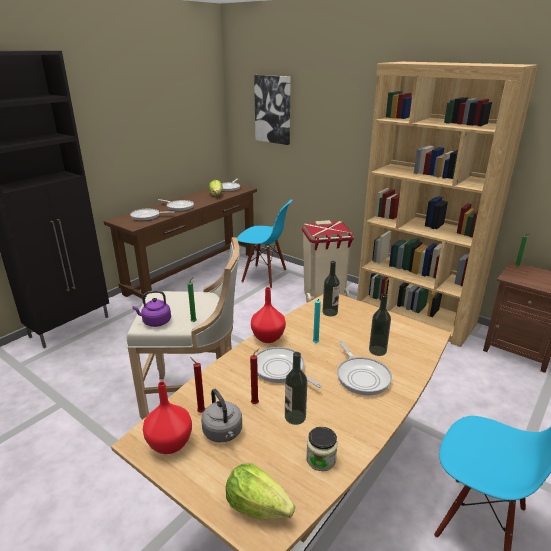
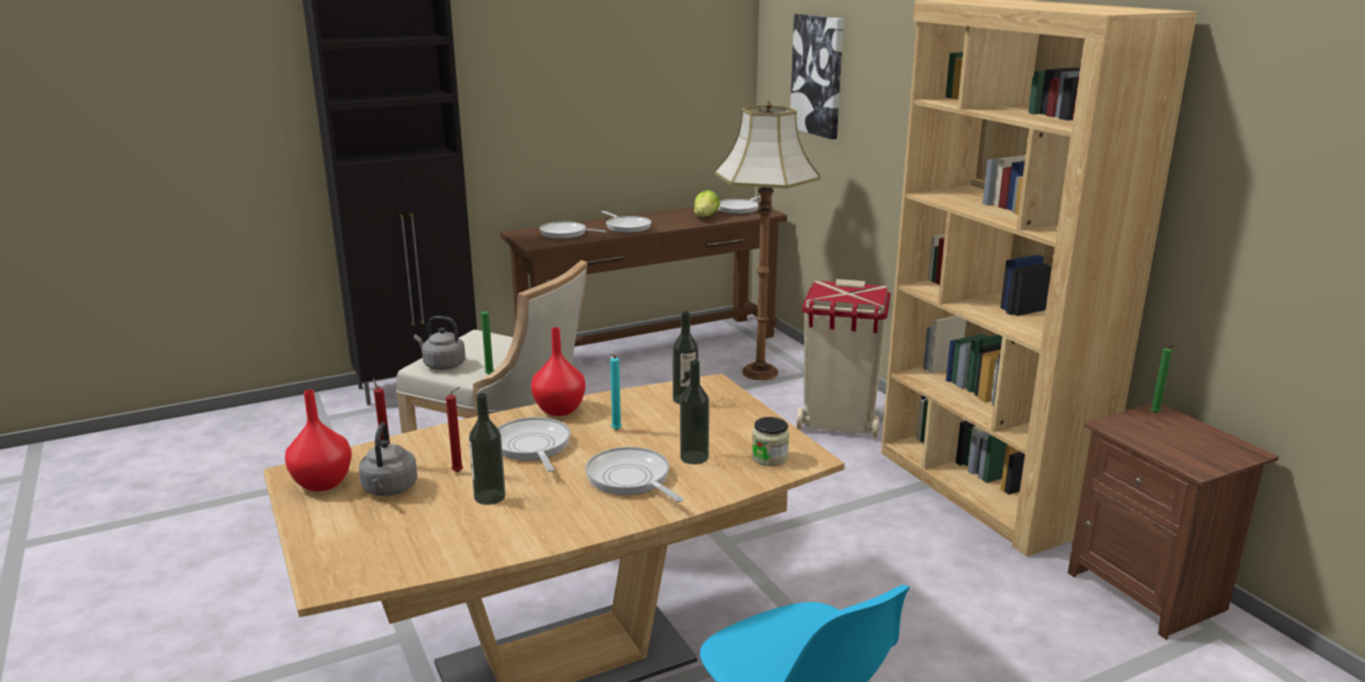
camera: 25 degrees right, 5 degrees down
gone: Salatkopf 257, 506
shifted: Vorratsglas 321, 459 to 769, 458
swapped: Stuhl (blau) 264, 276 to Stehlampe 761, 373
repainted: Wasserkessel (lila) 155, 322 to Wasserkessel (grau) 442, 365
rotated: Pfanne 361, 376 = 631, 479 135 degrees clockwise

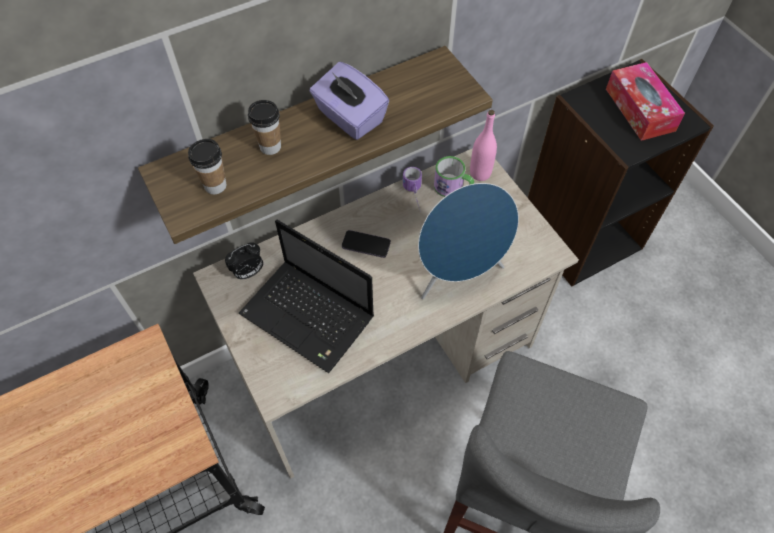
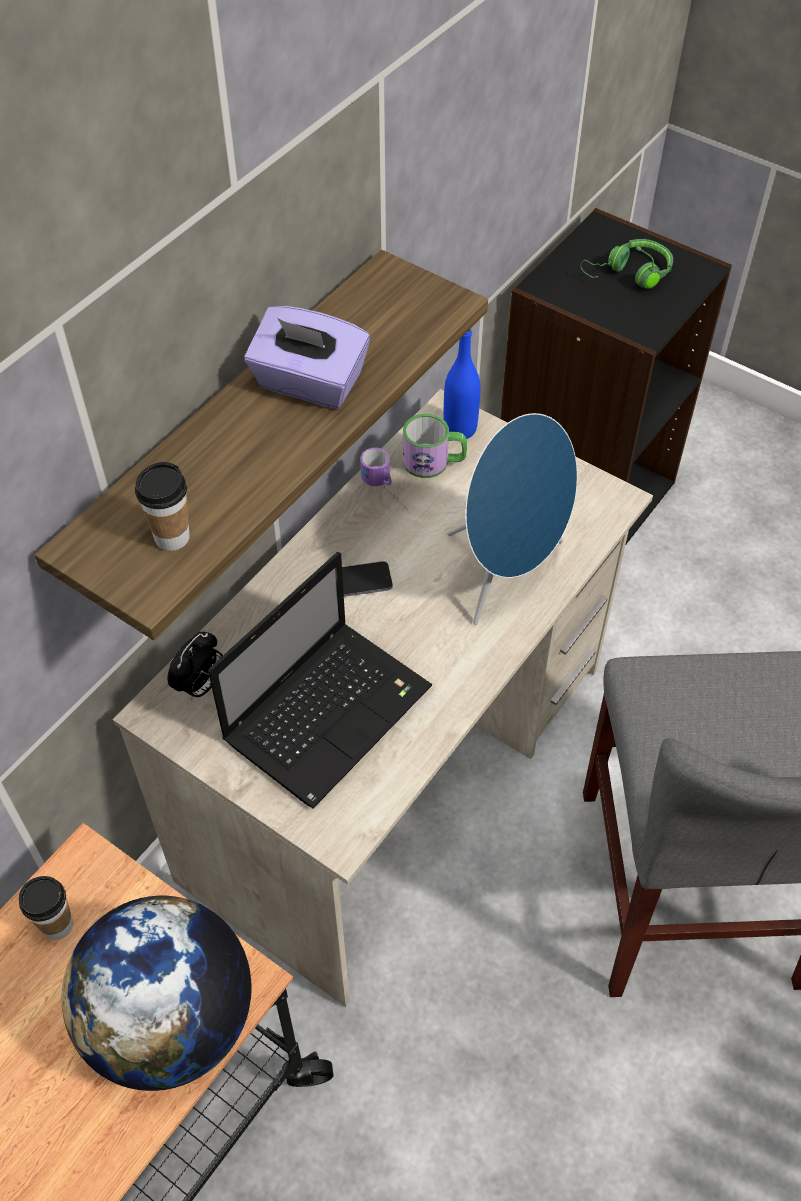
camera: 25 degrees left, 5 degrees down
new: Globus 171, 1021
shifted: Tasse 270, 147 to 57, 925
swapped: Taschentuchbox 640, 109 to Kopfhörer (grün) 630, 274
repainted: Flasche (rosa) 480, 173 to Flasche (blau) 460, 429
rotated: Laptop 310, 317 = 330, 710 60 degrees counterclockwise

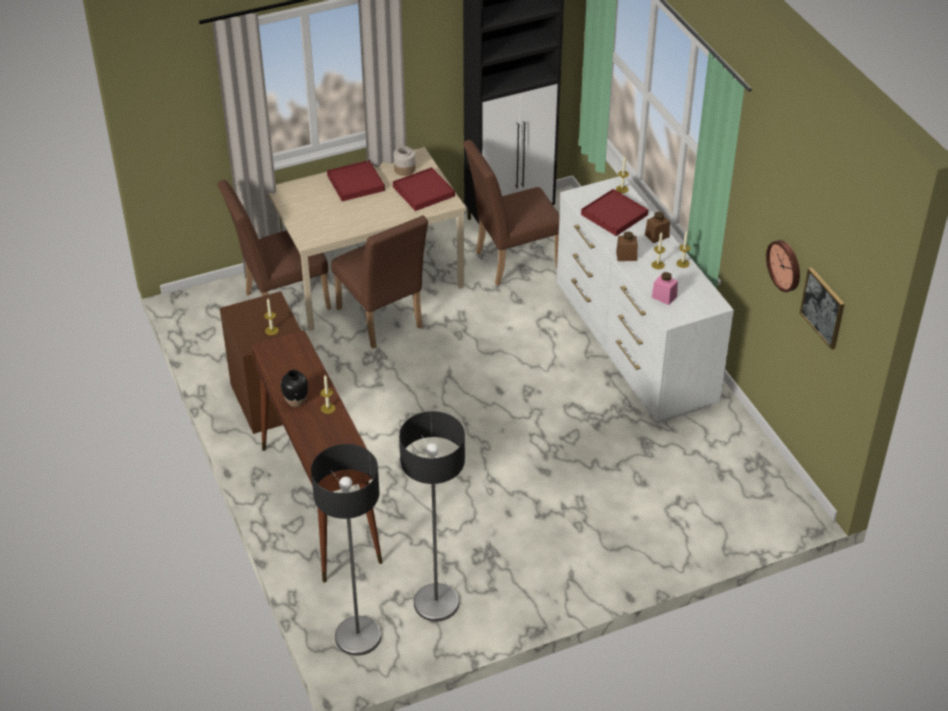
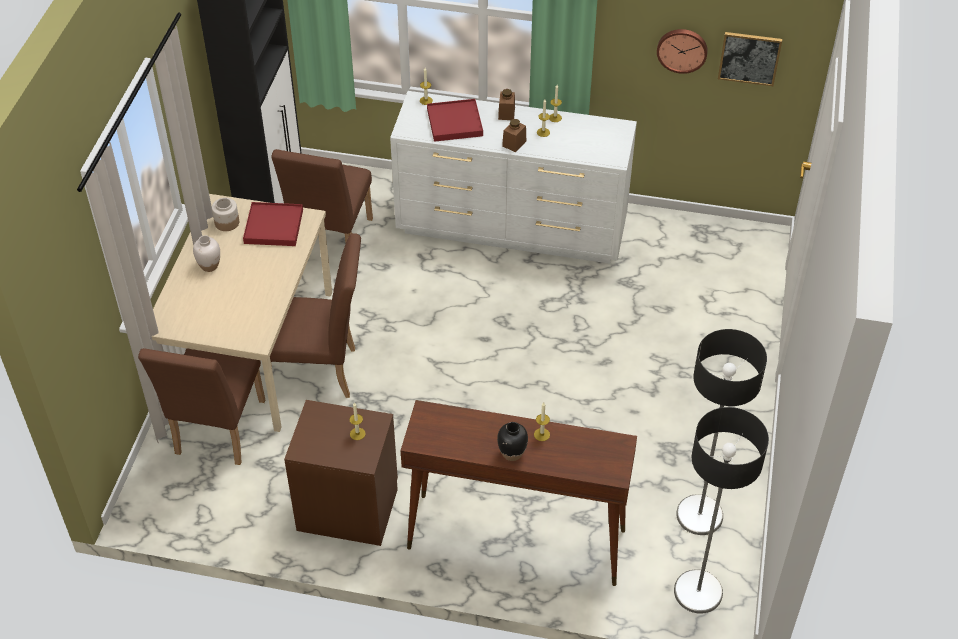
camera: 55 degrees left, 5 degrees up
gone: Vorratsglas (rosa) 664, 297
swapped: Tablett (rot) 356, 183 to Vase (weiß) 209, 266

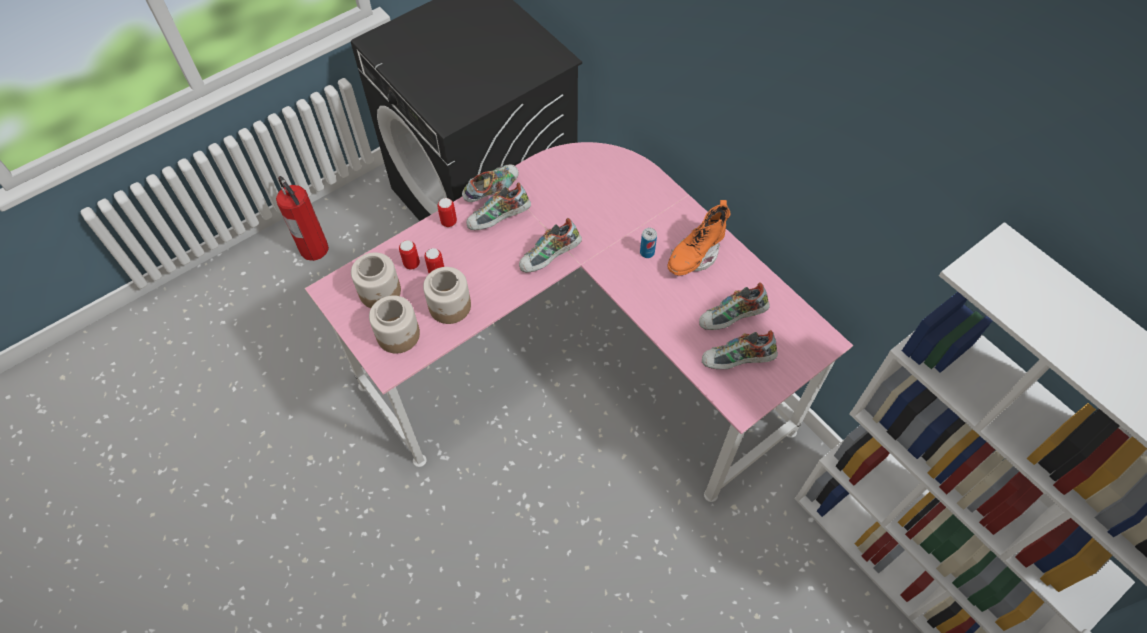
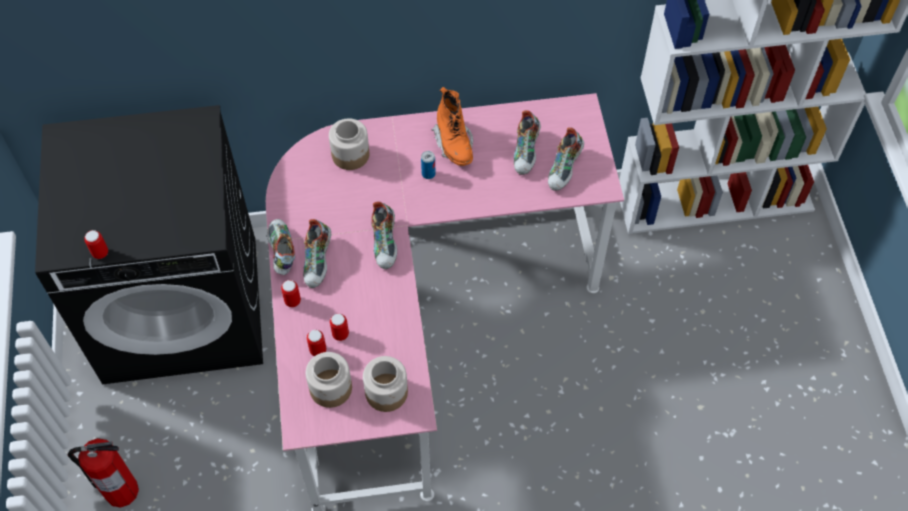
camera: 60 degrees left, 0 degrees up
new: Dose 100, 253
shifted: Vorratsglas 450, 306 to 351, 155

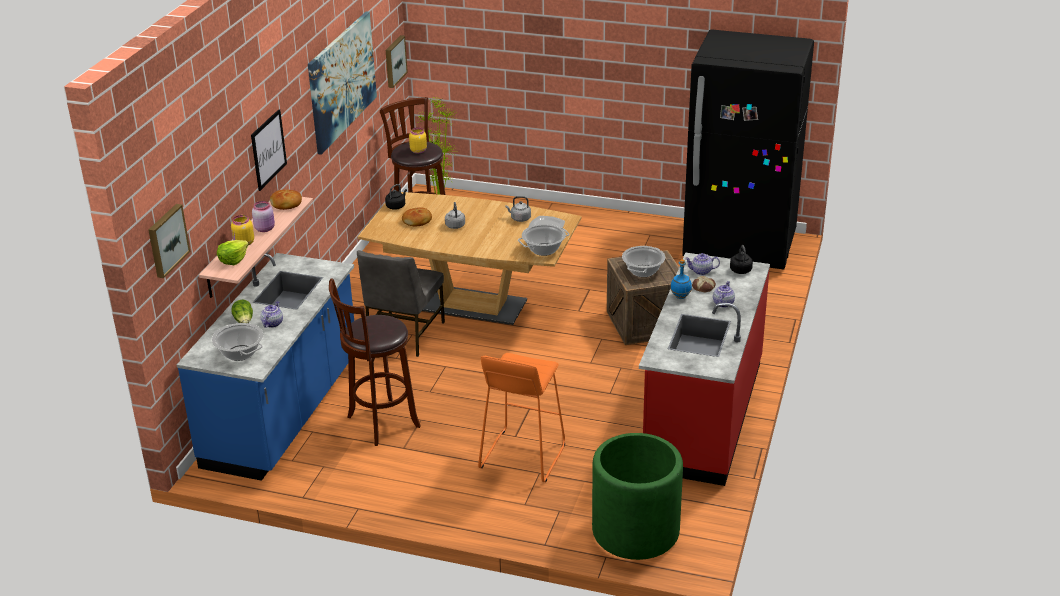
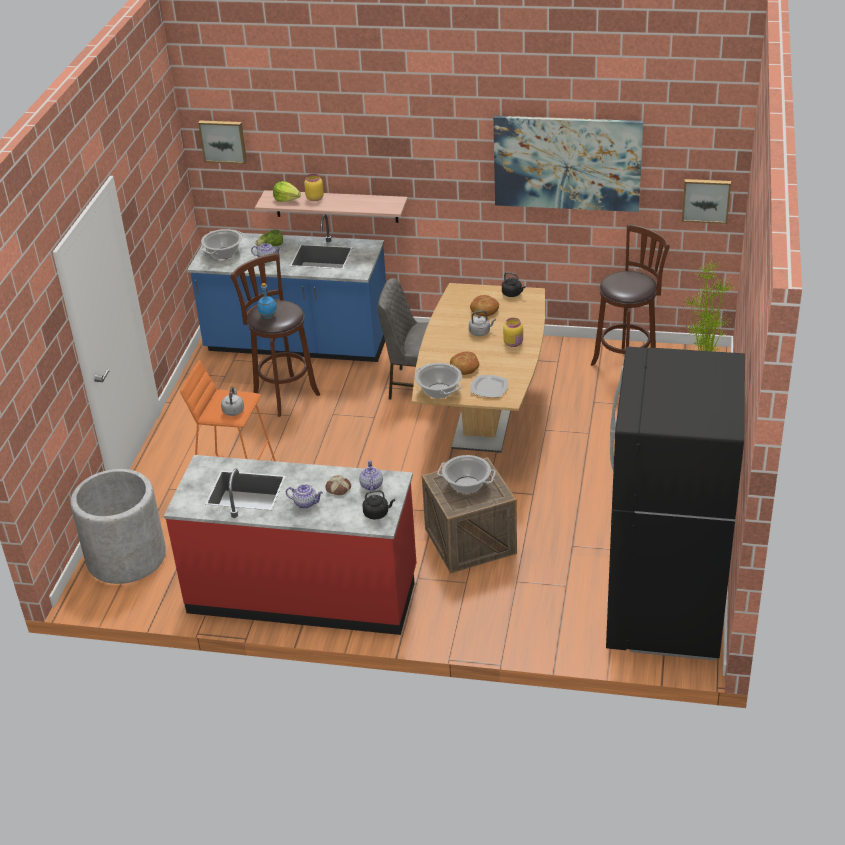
camera: 85 degrees right, 5 degrees up
gone: Bild 268, 149; Vorratsglas (rosa) 265, 228
shifted: Brot 286, 204 to 464, 367; Vorratsglas (gelb) 418, 150 to 514, 343; Wasserkessel (grau) 519, 218 to 233, 410; Flasche (blau) 681, 297 to 268, 317
repainted: Pflanzkübel (grün) 636, 531 to Pflanzkübel (grau) 126, 557

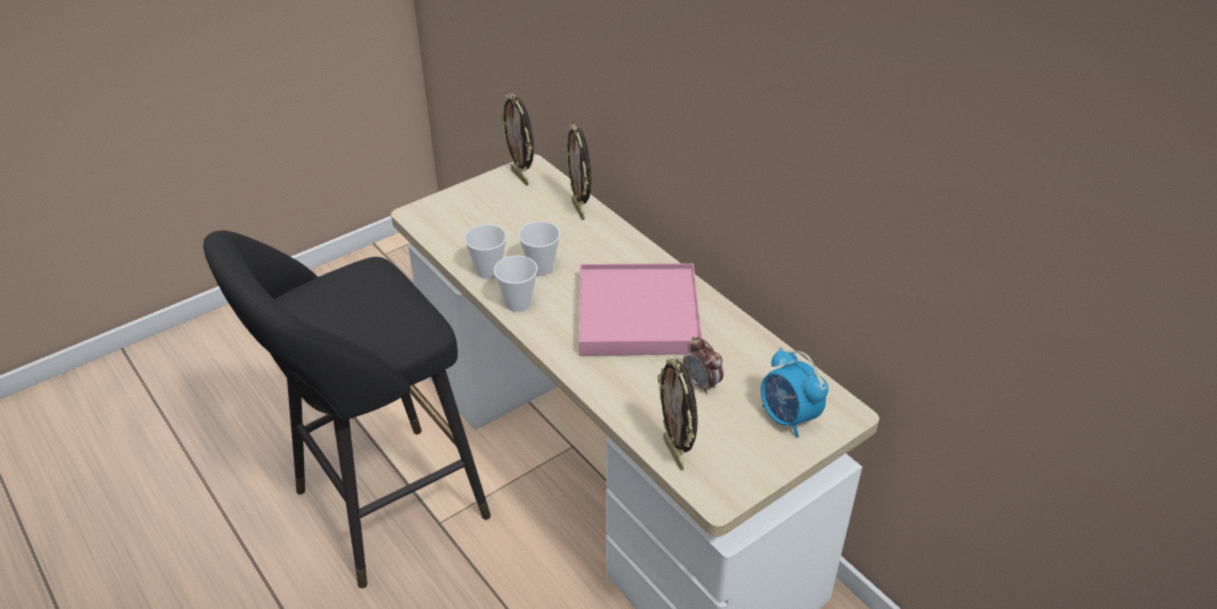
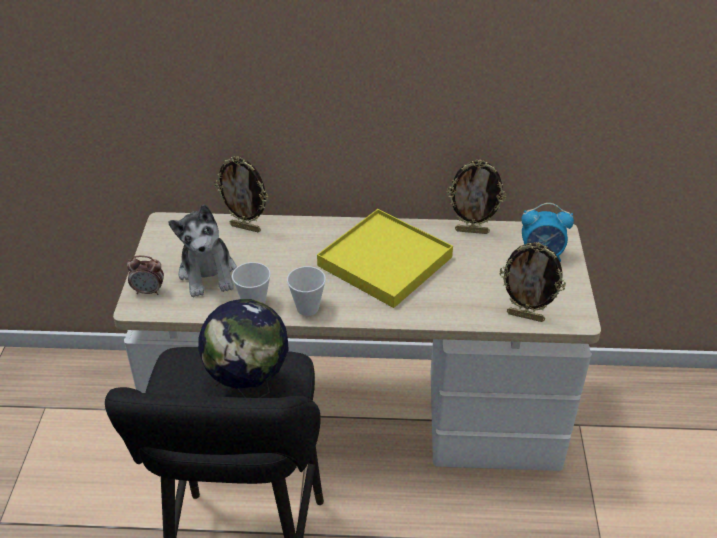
camera: 50 degrees left, 0 degrees up
gone: Tasse 541, 268
new: Plüschtier 208, 273; Globus 249, 389
shifted: Bilderrahmen 521, 177 to 472, 231; Wecker 702, 384 to 149, 291
repainted: Tablett (rosa) 638, 315 to Tablett (gelb) 385, 261

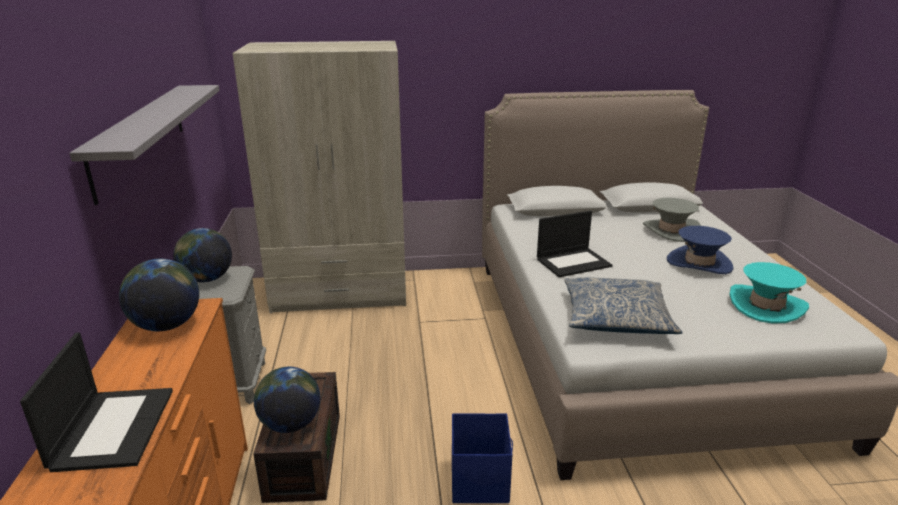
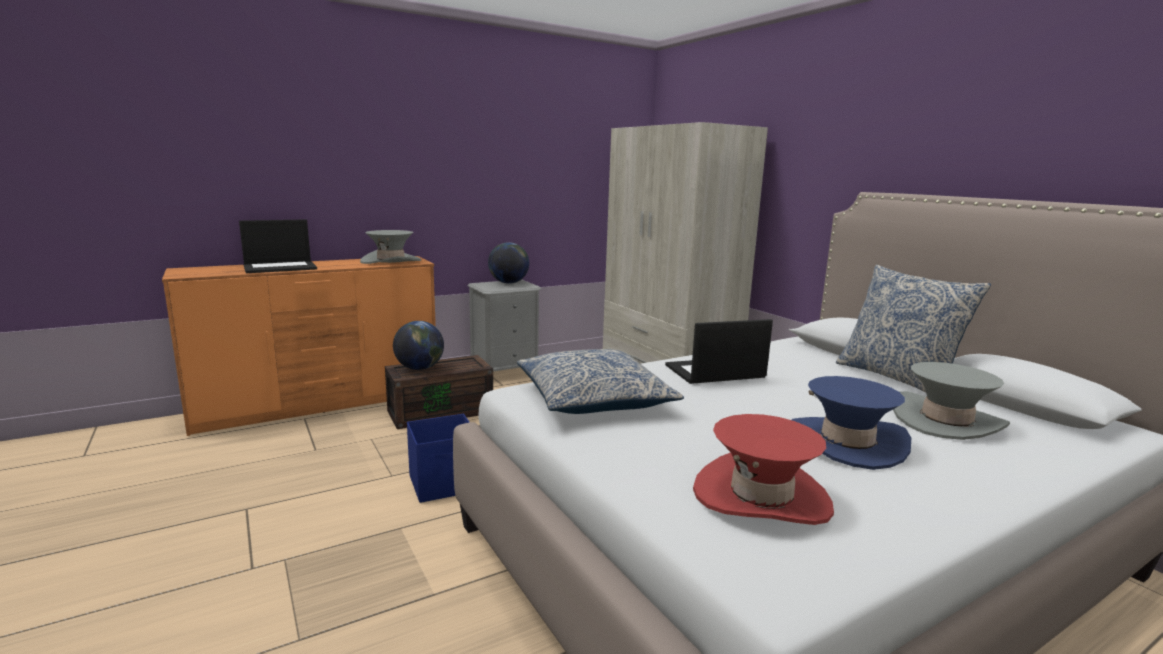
camera: 65 degrees right, 10 degrees down
gone: Wandregal (grau) 140, 136
new: Kissen 897, 378
swapped: Globus 166, 325 to Hut (grau) 391, 261
repainted: Hut (türkis) 766, 306 to Hut (rot) 761, 496
rotated: Laptop 573, 262 = 714, 372 120 degrees clockwise

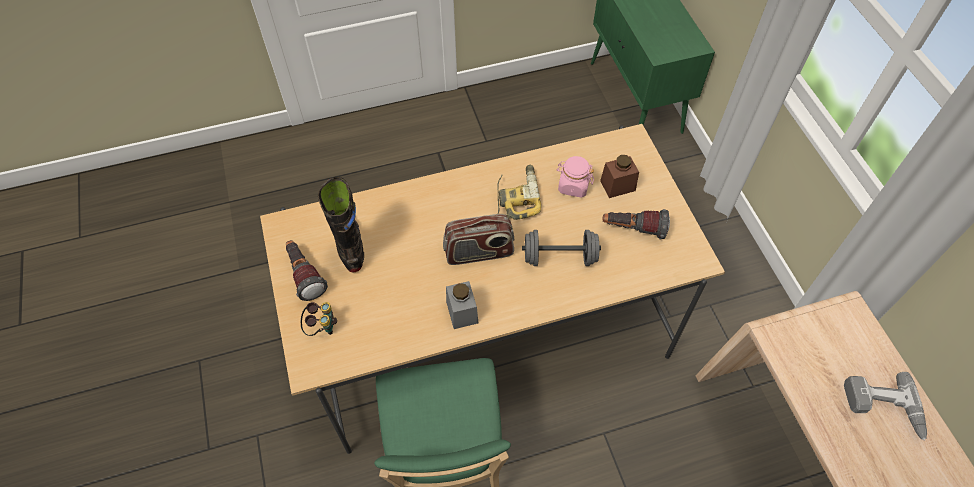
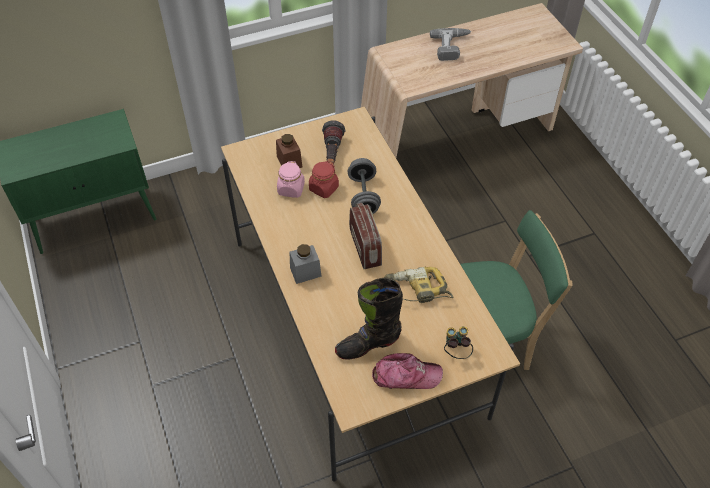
camera: 95 degrees left, 5 degrees down
new: Vorratsglas (rot) 323, 188
shifted: Vorratsglas (grau) 462, 312 to 305, 272; Bohrmaschine 516, 197 to 417, 290
swapped: Taschenlampe 304, 275 to Kappe 406, 375

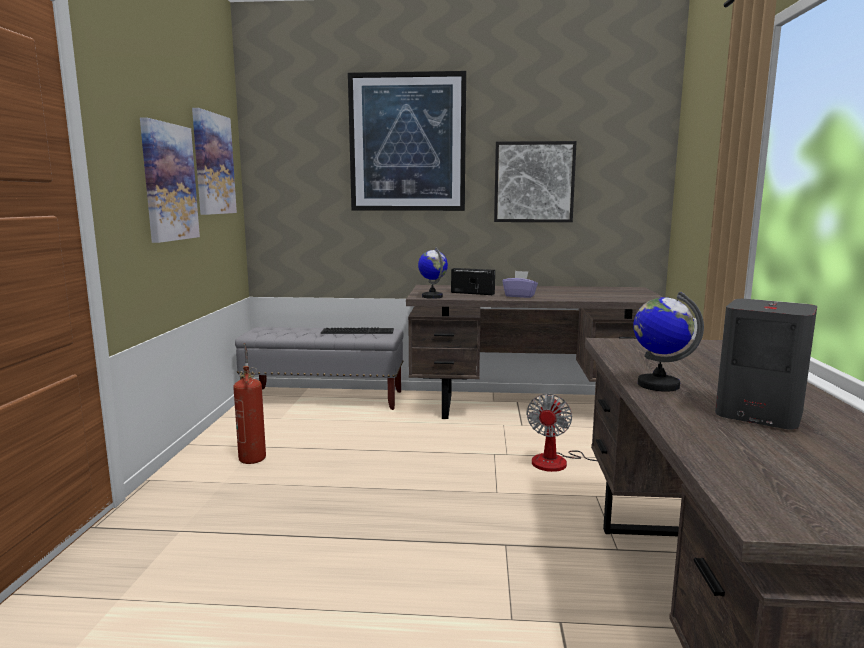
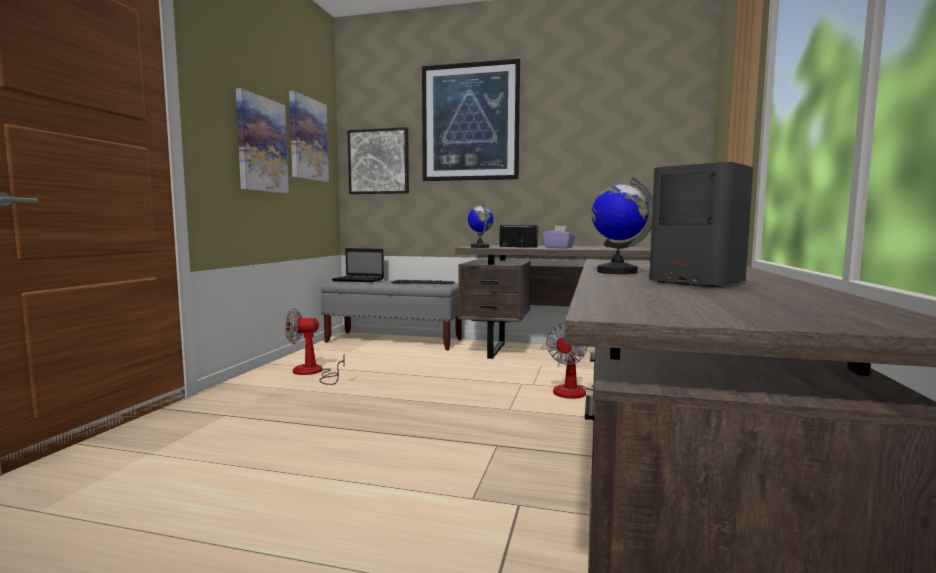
camera: 10 degrees right, 5 degrees down
new: Laptop 359, 280
shifted: Bild 534, 182 to 379, 161
swapped: Feuerlöscher 252, 456 to Ventilator 313, 373

